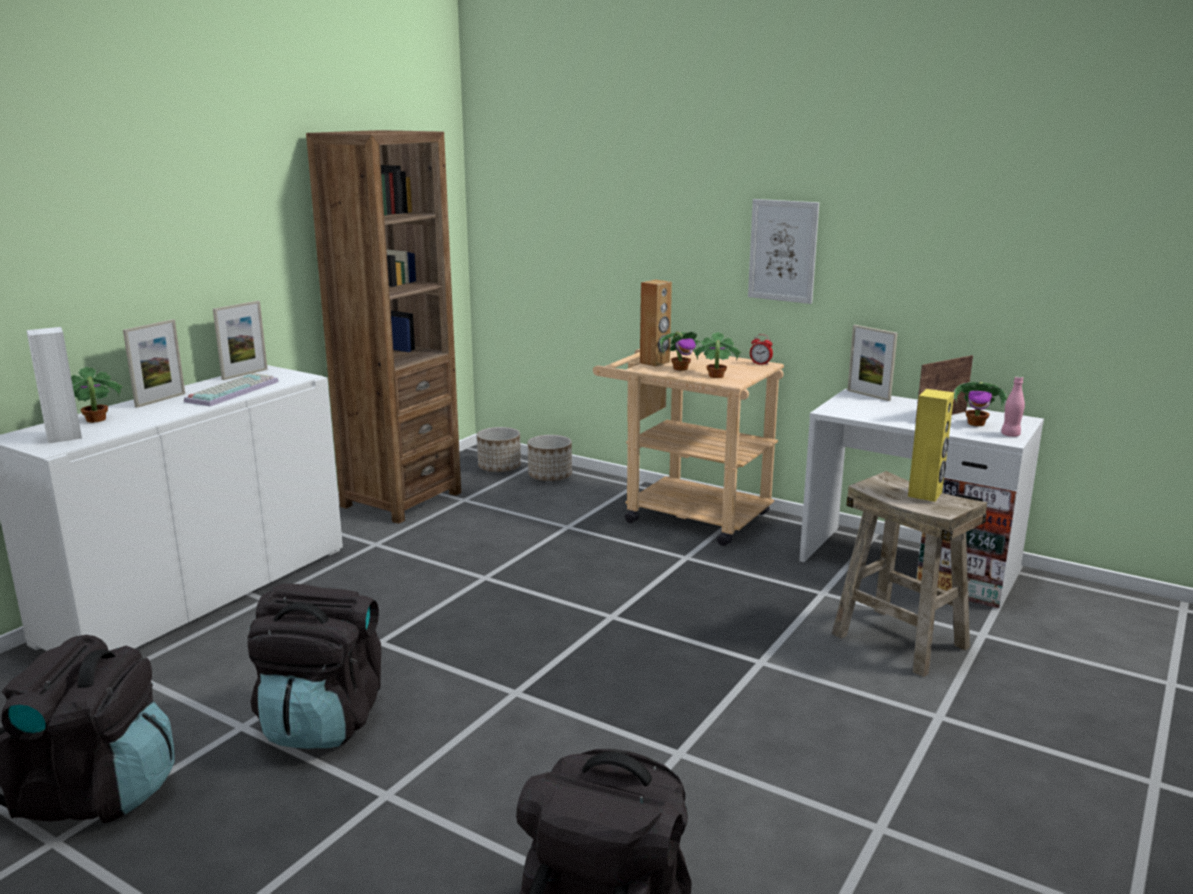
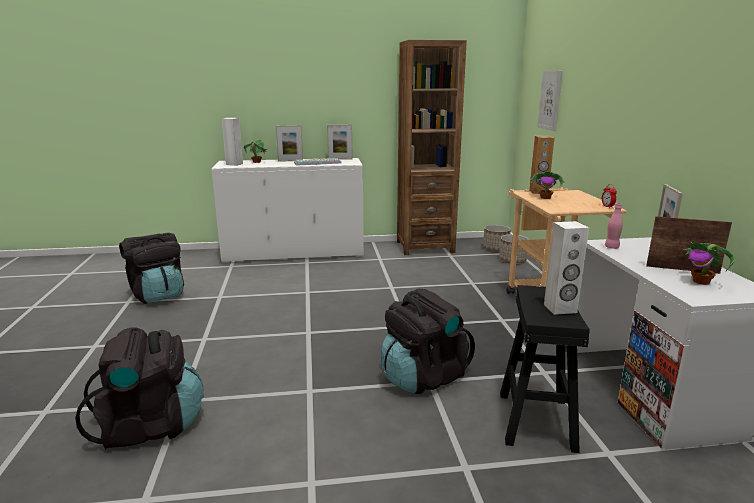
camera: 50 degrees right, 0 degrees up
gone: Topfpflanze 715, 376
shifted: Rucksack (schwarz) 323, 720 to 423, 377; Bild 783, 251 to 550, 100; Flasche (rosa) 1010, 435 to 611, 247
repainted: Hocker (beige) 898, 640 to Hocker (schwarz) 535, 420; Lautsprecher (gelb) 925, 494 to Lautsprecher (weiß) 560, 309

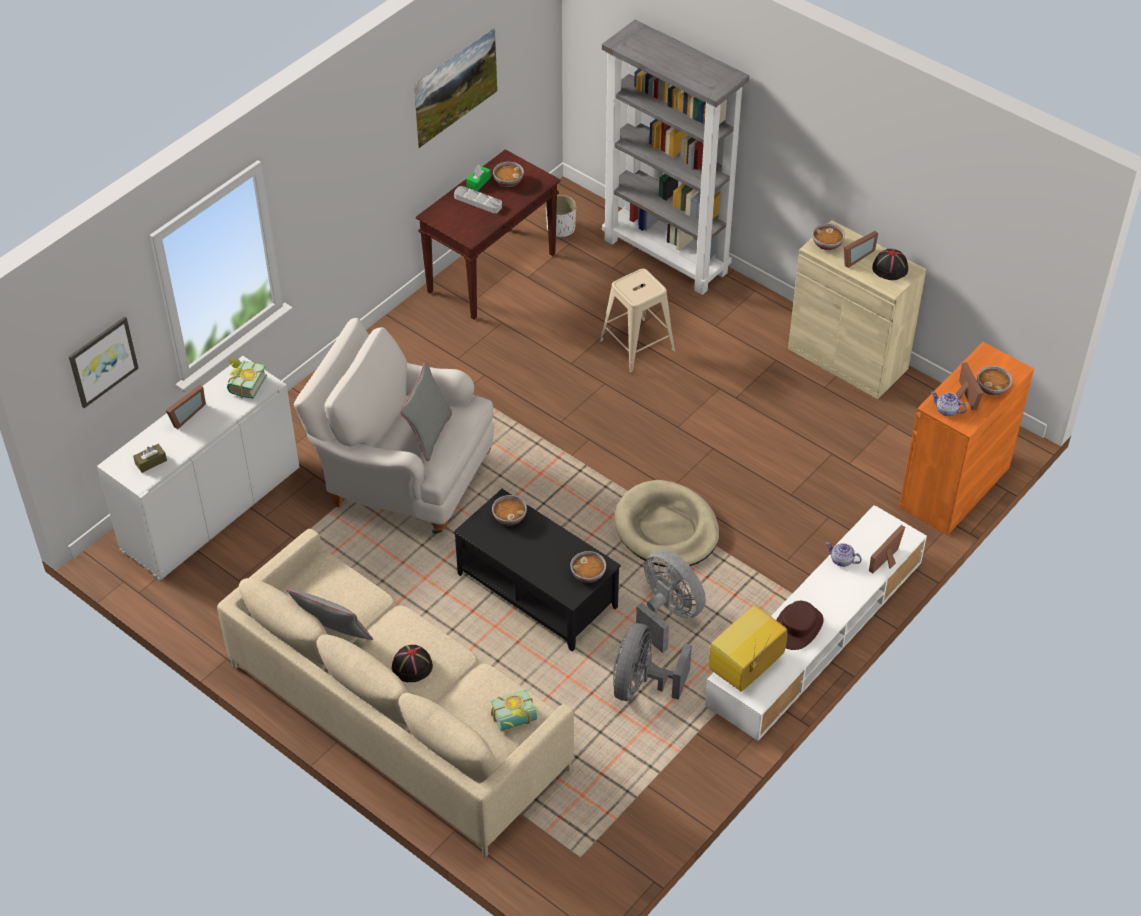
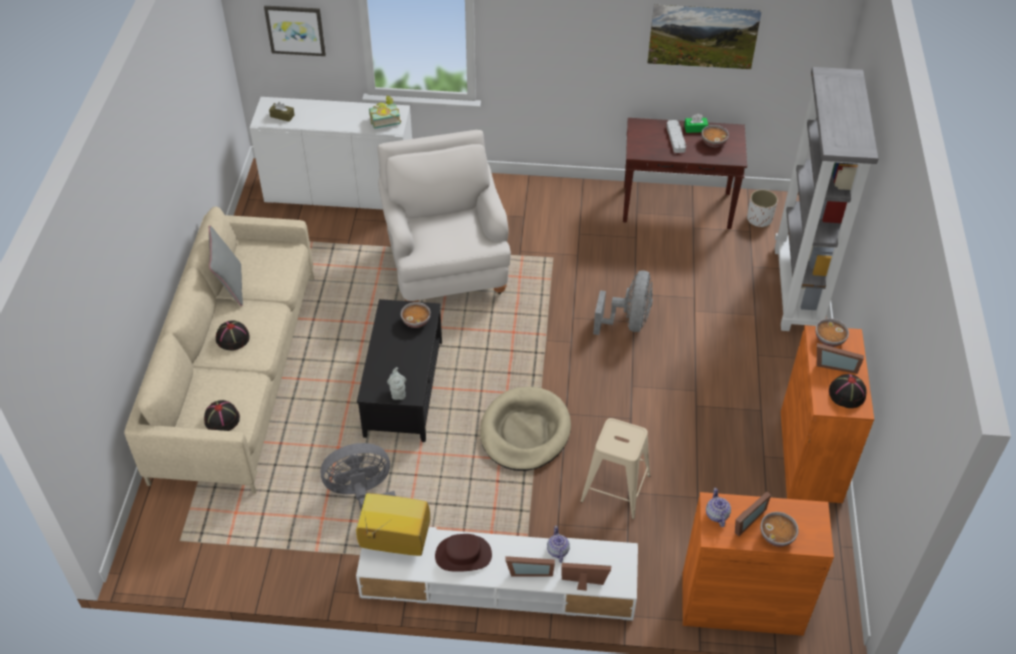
camera: 55 degrees right, 0 degrees up
gone: Kissen (grau) 428, 435
shifted: Bilderrahmen 185, 415 to 529, 570; Hocker (beige) 637, 346 to 616, 488; Ventilator (grau) 668, 614 to 628, 322
swapped: Buch 515, 721 to Hut (schwarz) 222, 418; Schüssel 588, 574 to Teekanne (grau) 398, 392
repainted: Schrank (beige) 847, 359 to Schrank (orange) 810, 456

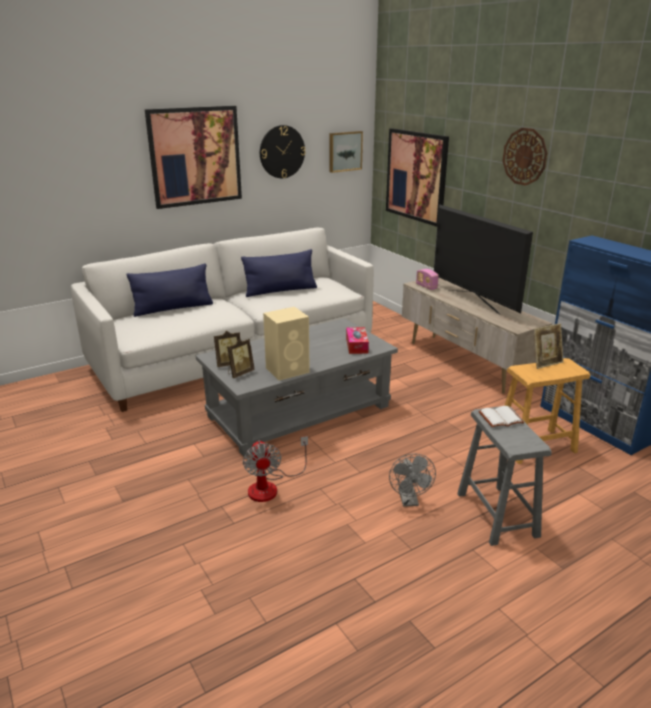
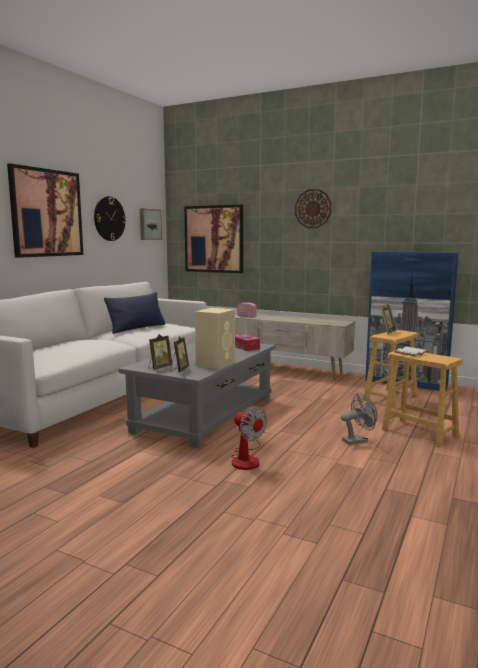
camera: 30 degrees left, 15 degrees down
gone: Kissen (blau) 173, 308; Fernseher 473, 301
repainted: Hocker (grau) 497, 514 to Hocker (braun) 419, 433
rotated: Ventilator (grau) 409, 501 = 358, 440 75 degrees counterclockwise

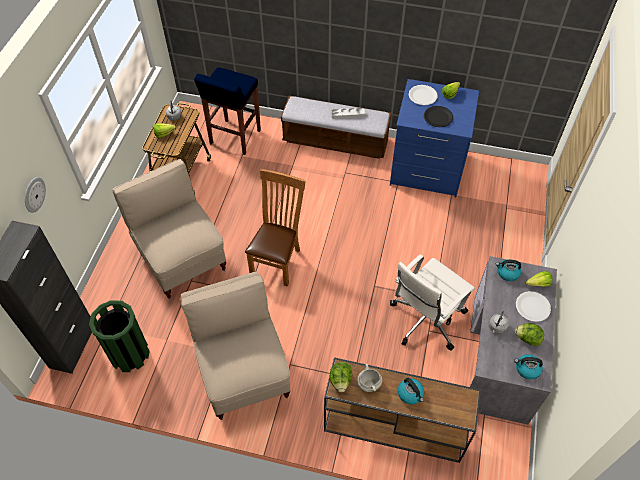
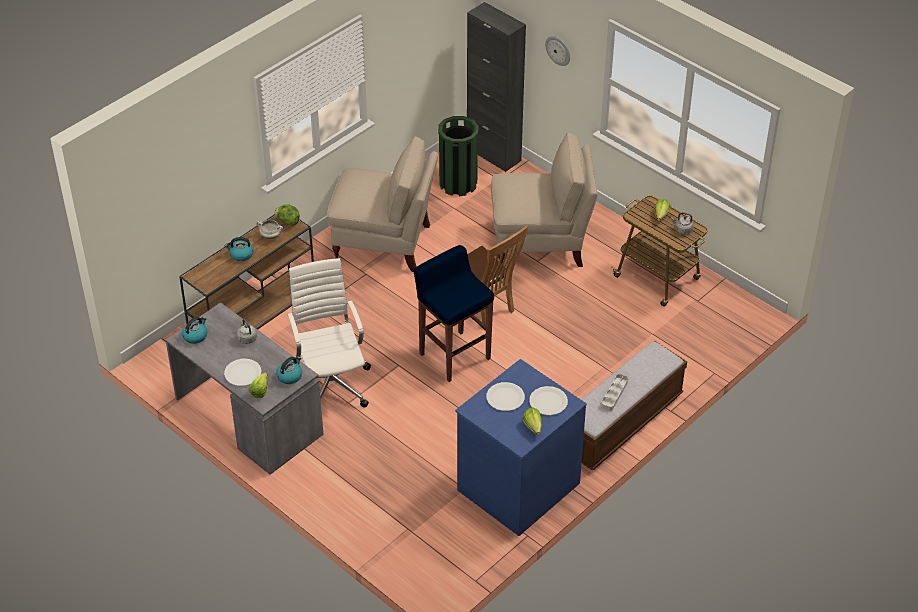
camera: 120 degrees right, 10 degrees down
gone: Salatkopf 527, 338
shifted: Hocker (blau) 234, 138 to 454, 355
repainted: Teller (schwarz) 438, 117 to Teller (weiß) 505, 397

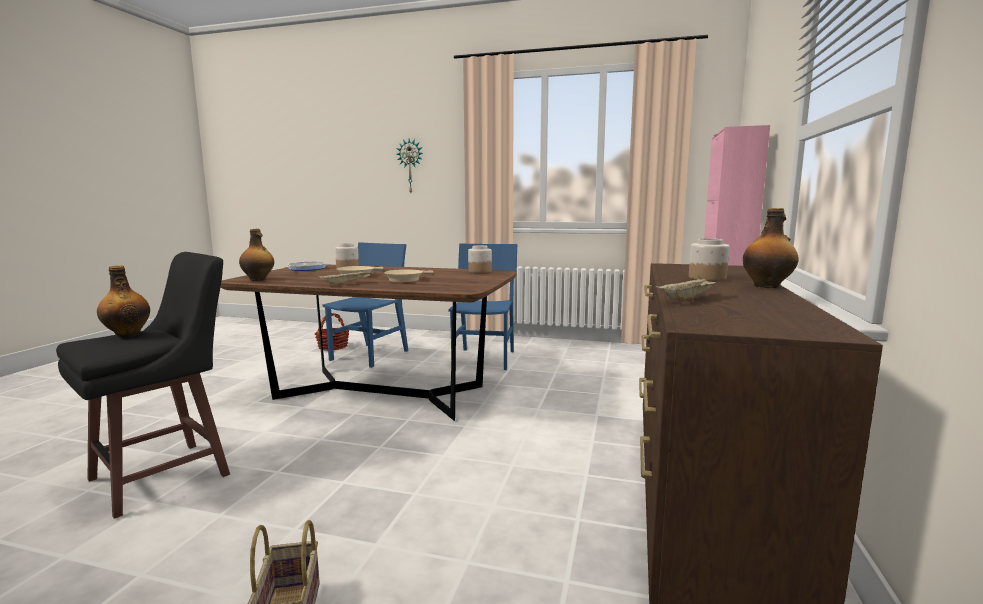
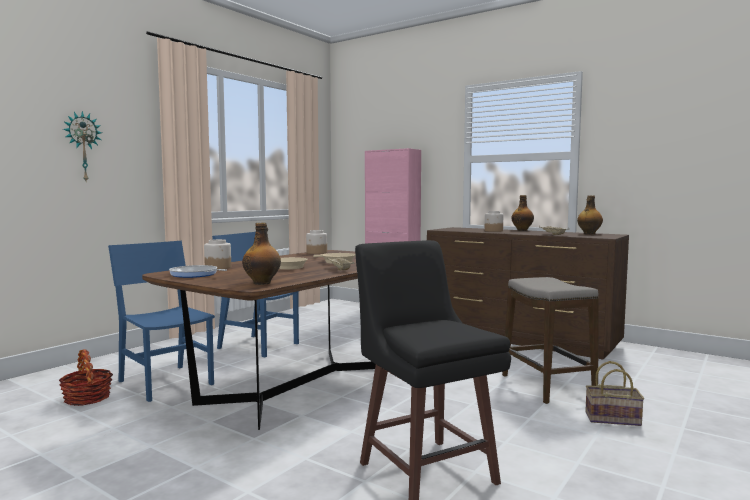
camera: 70 degrees left, 5 degrees down
new: Hocker 547, 386
shifted: Flasche 128, 335 to 589, 233

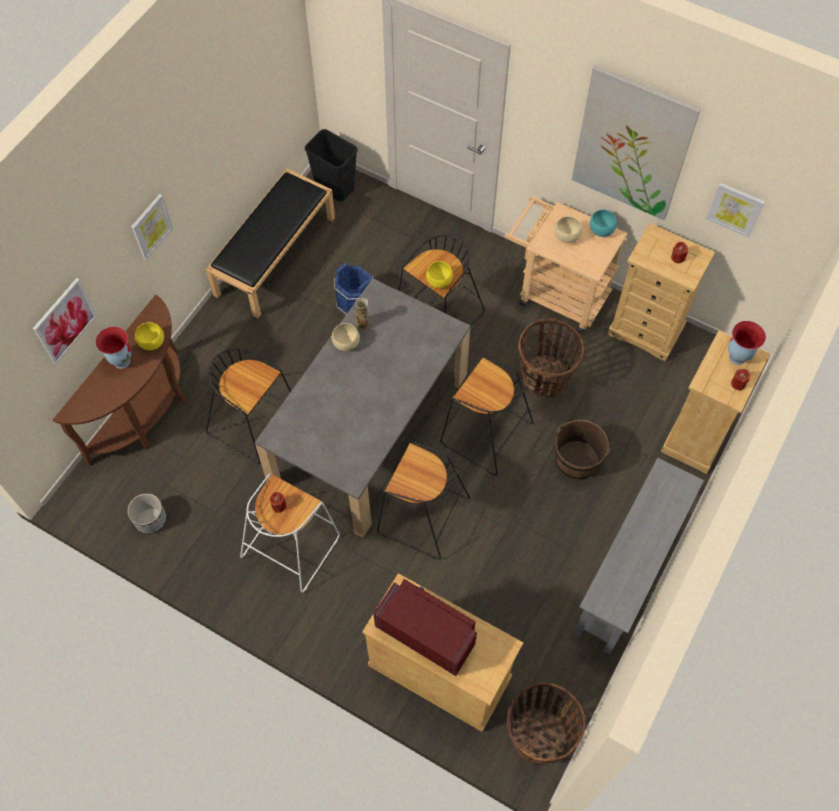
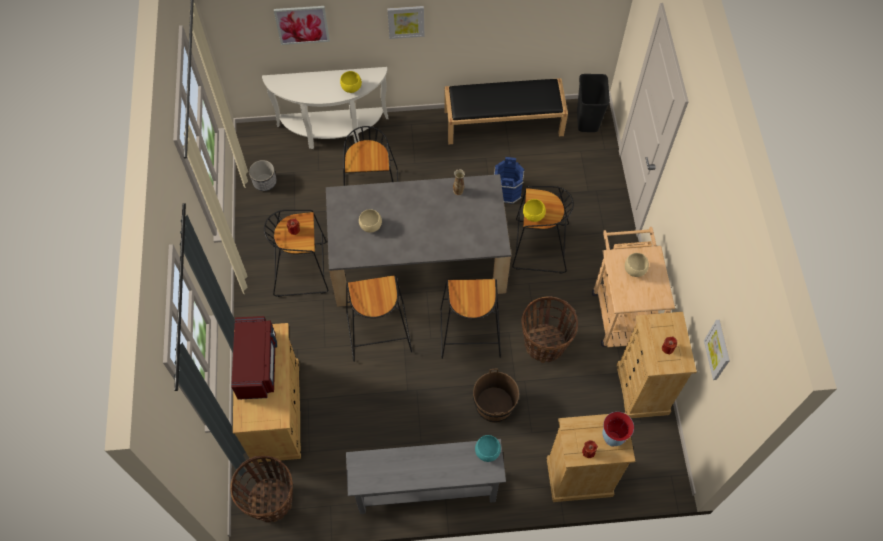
camera: 55 degrees right, 0 degrees up
gone: Vase 121, 361; Bild 632, 145
shifted: Schüssel (beige) 347, 344 to 371, 226; Schüssel (türkis) 601, 231 to 486, 452
repainted: Konsolentisch (braun) 147, 414 to Konsolentisch (weiß) 333, 132; Hocker (weiß) 291, 545 to Hocker (schwarz) 302, 268

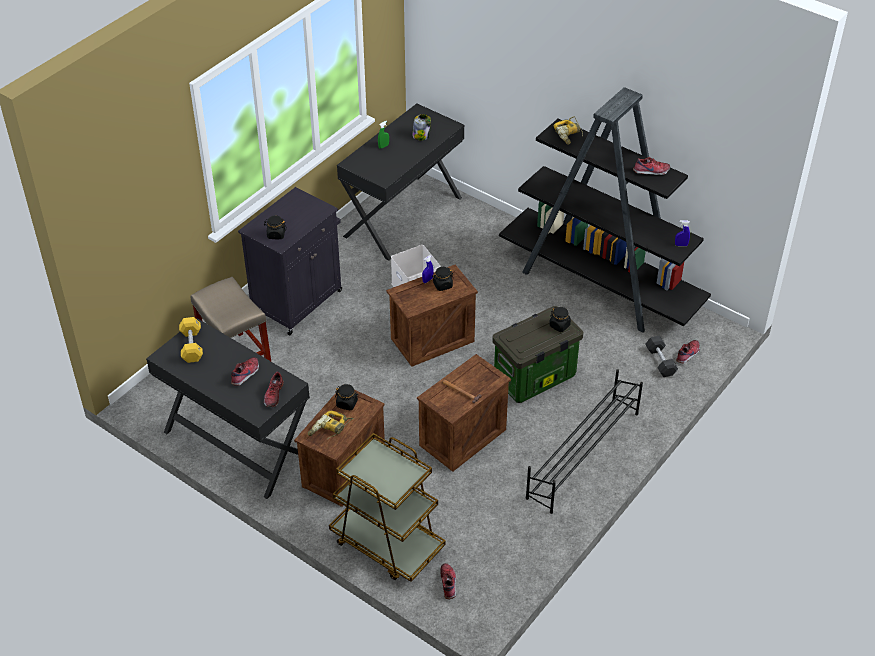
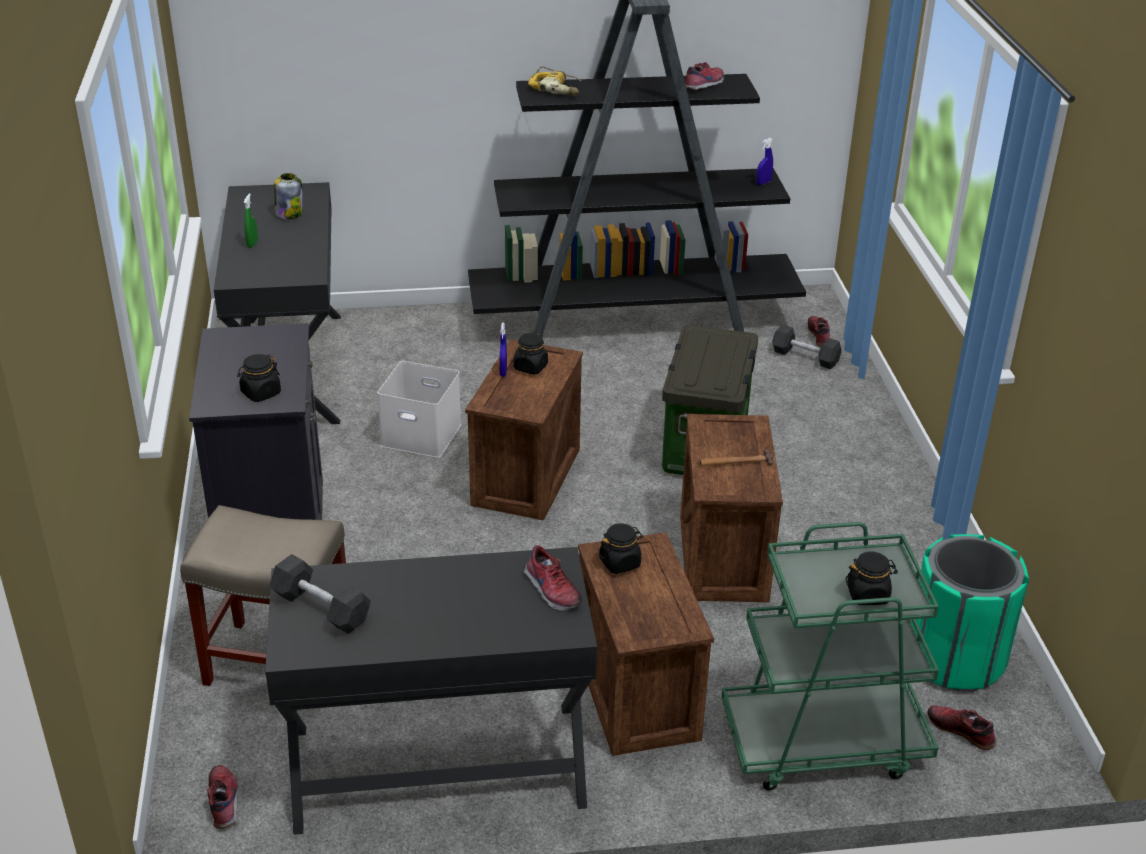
camera: 45 degrees left, 10 degrees down
gone: Bohrmaschine 330, 429; Schuhregal (schwarz) 582, 455
new: Mülleimer (grün) 955, 660
shifted: Schuh 246, 374 to 225, 801; Vorratsglas (schwarz) 559, 325 to 868, 594
repainted: Hantel (gelb) 192, 346 to Hantel (schwarz) 321, 608; Rollwagen (braun) 386, 543 to Rollwagen (grün) 823, 742

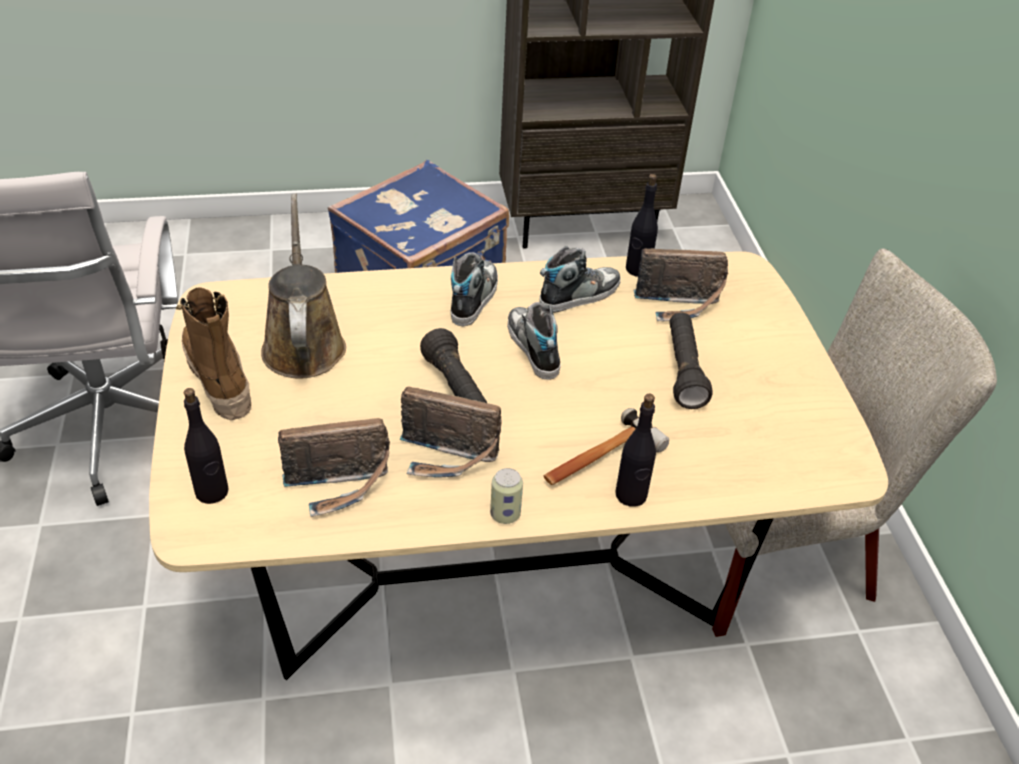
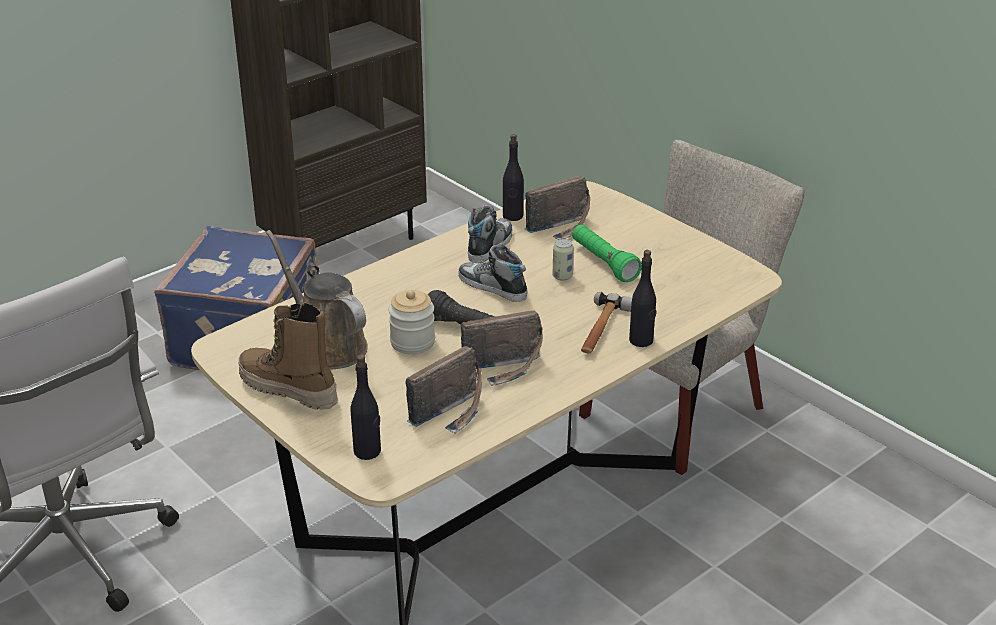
camera: 30 degrees left, 10 degrees down
gone: Schuh 473, 298
new: Vorratsglas 412, 342
shifted: Dose 505, 514 to 562, 276
repainted: Taschenlampe (schwarz) 683, 370 to Taschenlampe (grün) 603, 263

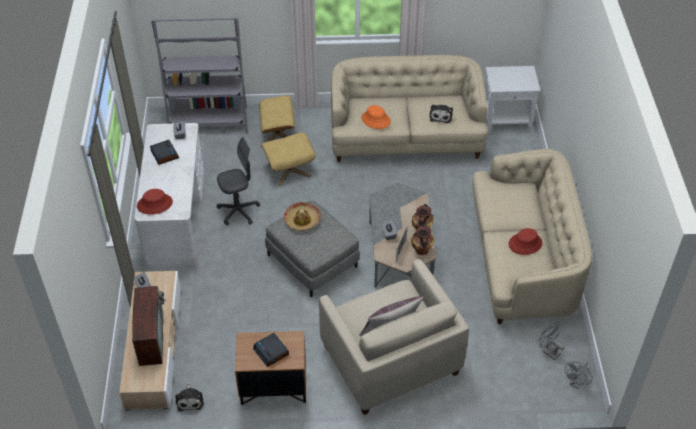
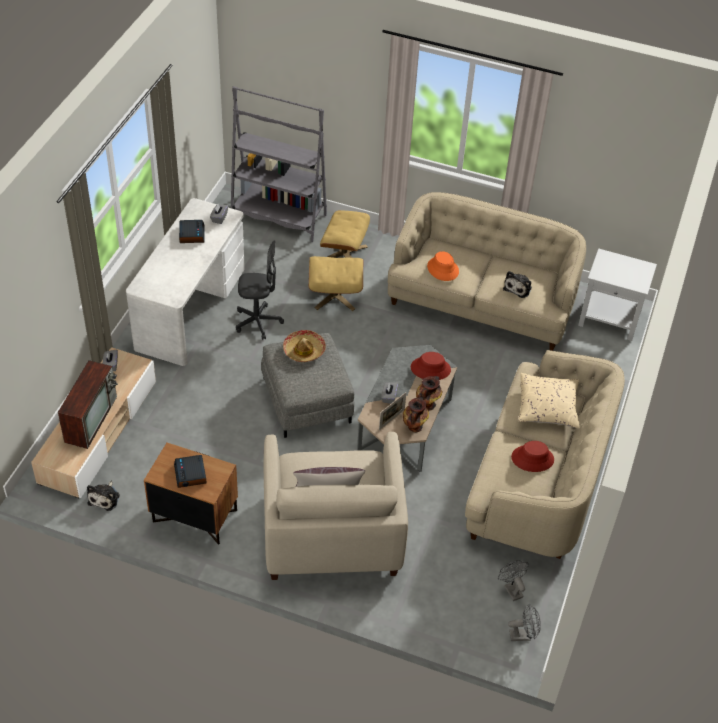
camera: 20 degrees right, 0 degrees up
new: Kissen (beige) 547, 407
shifted: Hut (rot) 154, 204 to 430, 368
rotated: Ventilator (grau) 576, 383 = 523, 635 150 degrees counterclockwise

